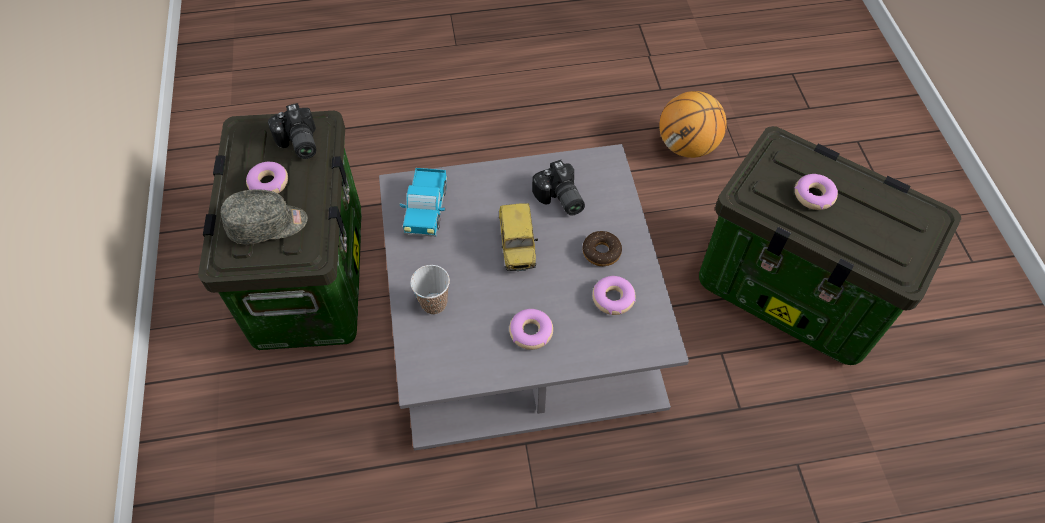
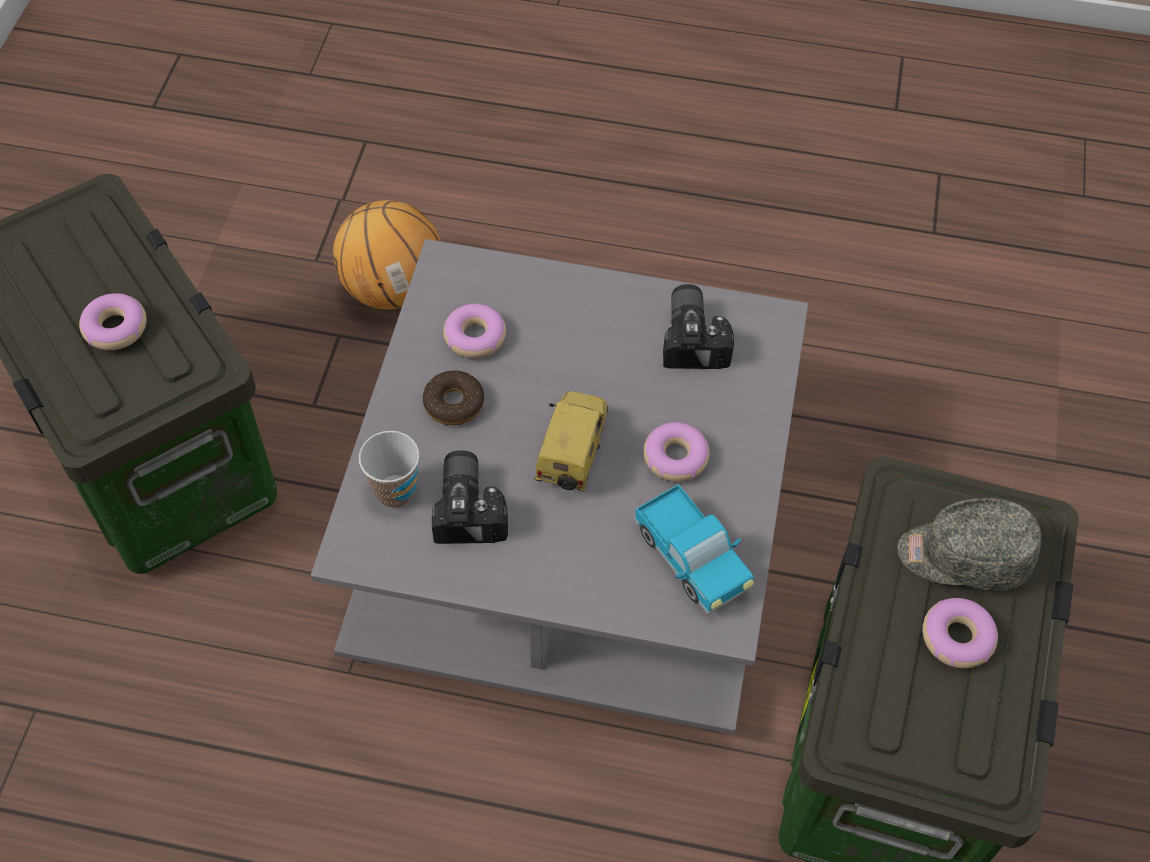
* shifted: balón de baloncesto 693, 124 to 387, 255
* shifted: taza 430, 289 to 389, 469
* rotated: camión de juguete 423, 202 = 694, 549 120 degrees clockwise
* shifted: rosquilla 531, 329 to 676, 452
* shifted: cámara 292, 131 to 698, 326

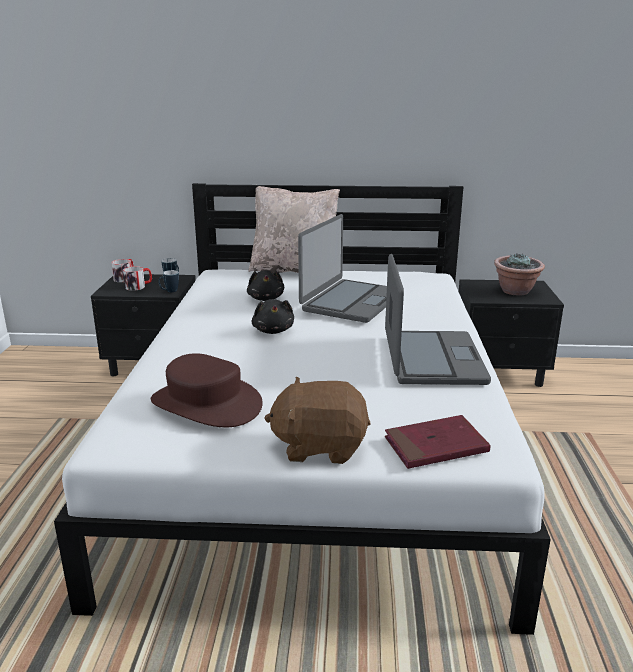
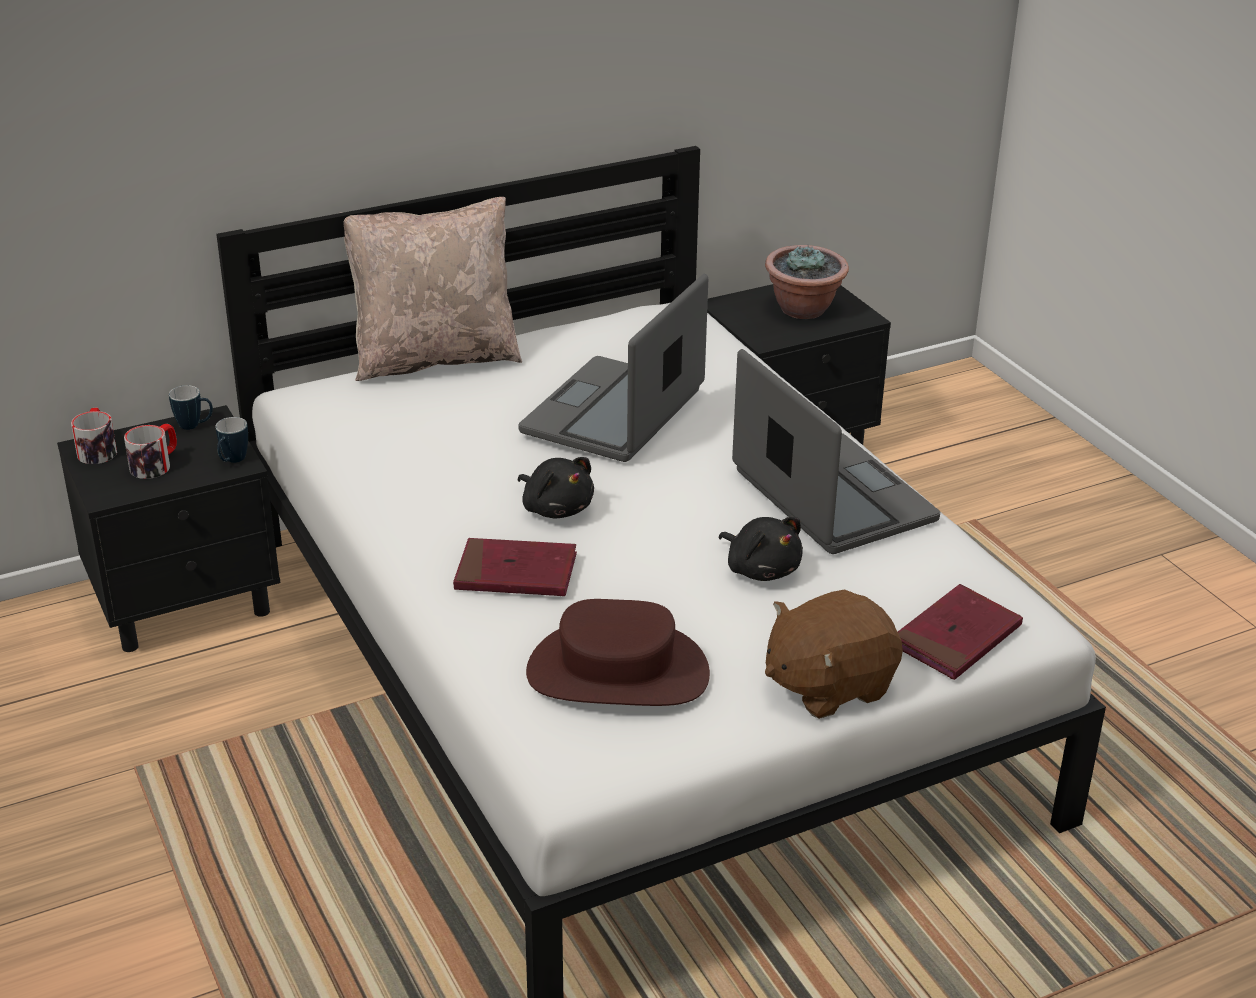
* new: libro [rojo] 515, 567
* rotated: portátil 342, 268 = 613, 368 150 degrees counterclockwise
* shifted: peluche [negro] 265, 285 to 761, 549

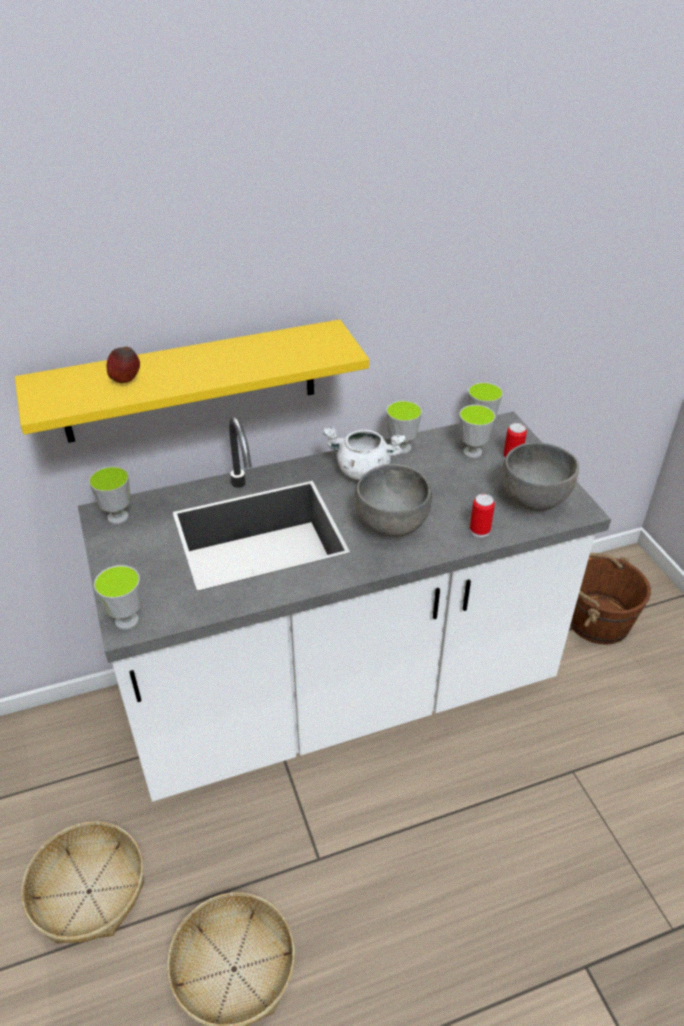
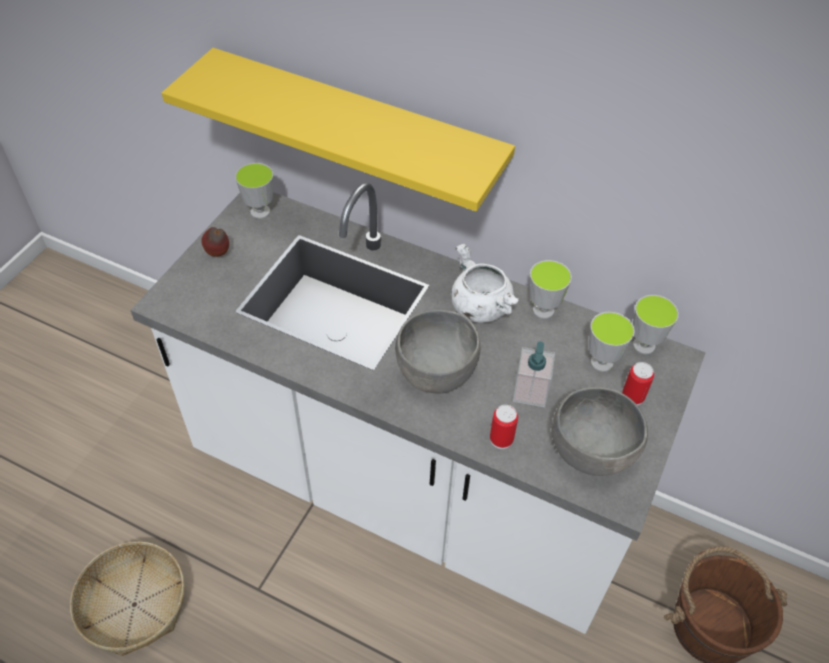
* shifted: manzana 123, 365 to 215, 242
* new: dispensador de jabón 534, 374
* gone: cesta 82, 883
* gone: taza 117, 597

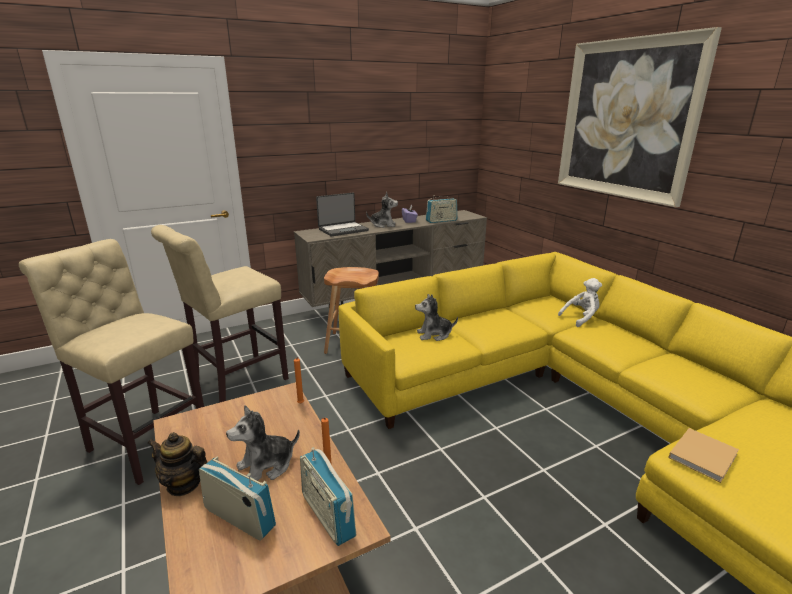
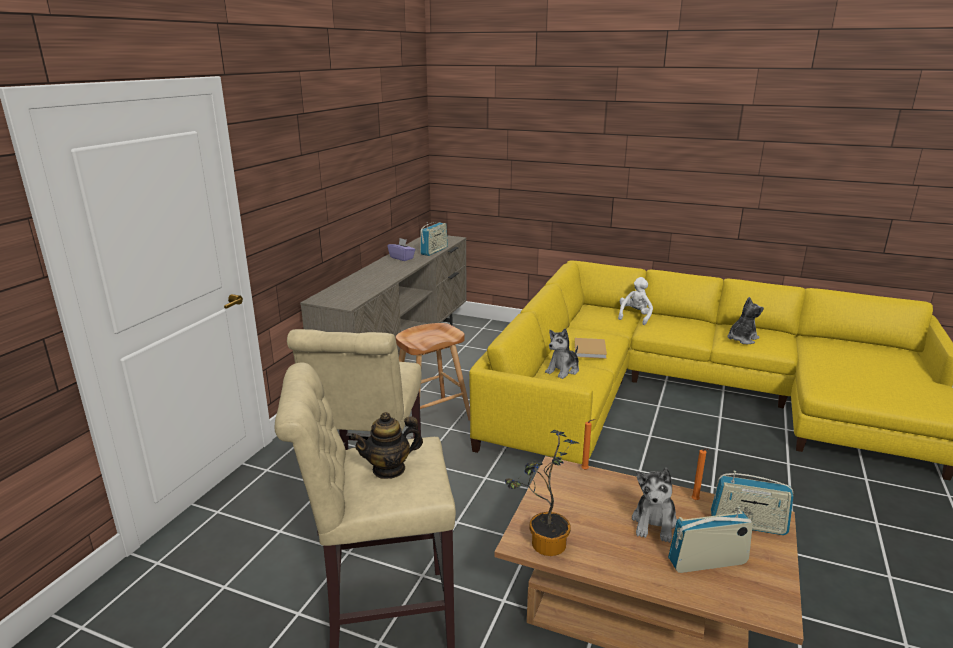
* shifted: tetera 178, 464 to 387, 445
* new: planta en maceta 542, 493
* shifted: libro [beis] 703, 455 to 591, 348
* shifted: peluche 382, 210 to 746, 320
* gone: portátil 342, 214
* gone: cuadro 640, 117

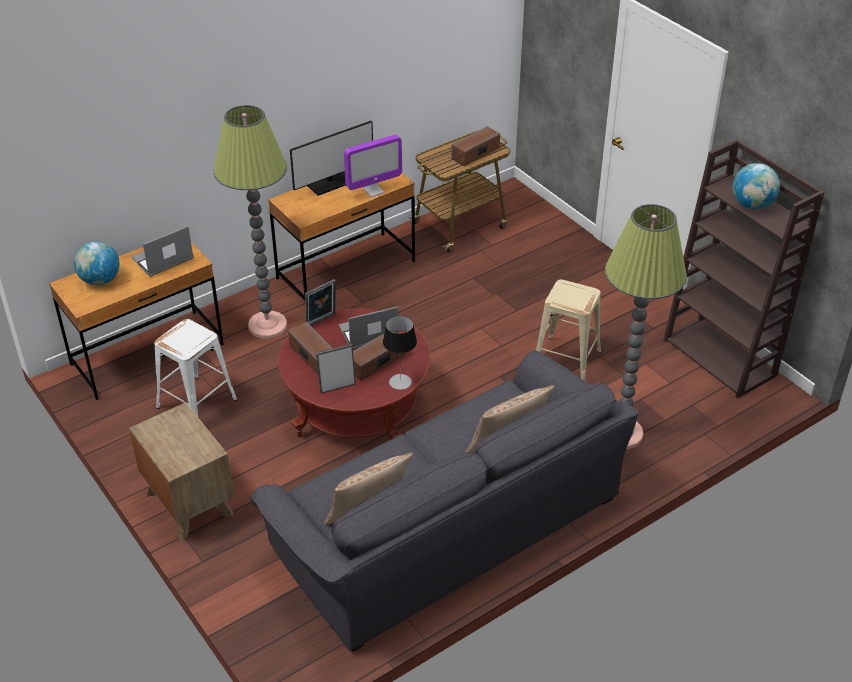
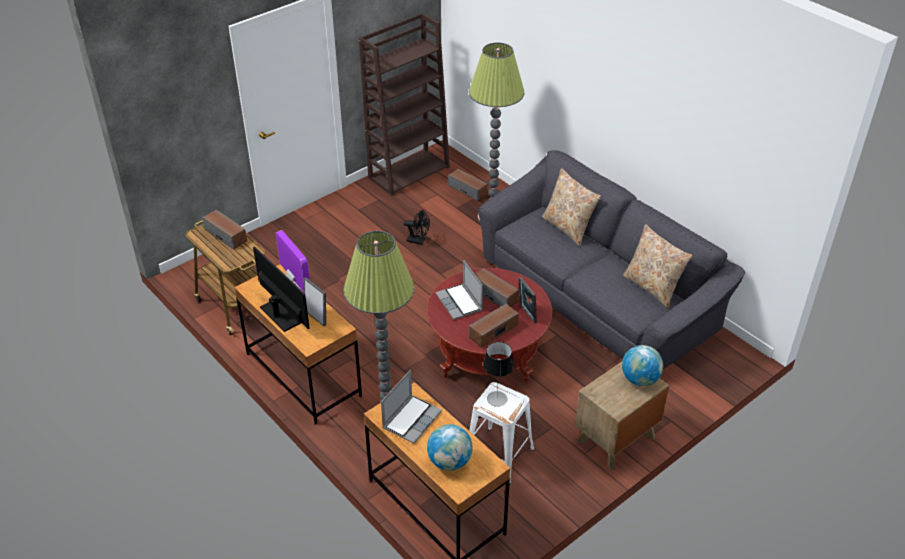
* shifted: portarretratos 320, 302 to 315, 301
* rotated: portátil 162, 251 = 411, 407 105 degrees counterclockwise
* swapped: taburete [beis] 568, 330 to ventilador [negro] 417, 227
* new: altavoz 468, 185
* shifted: lámpara de mesa 400, 353 to 498, 374
* shifted: globo terráqueo 756, 186 to 642, 365

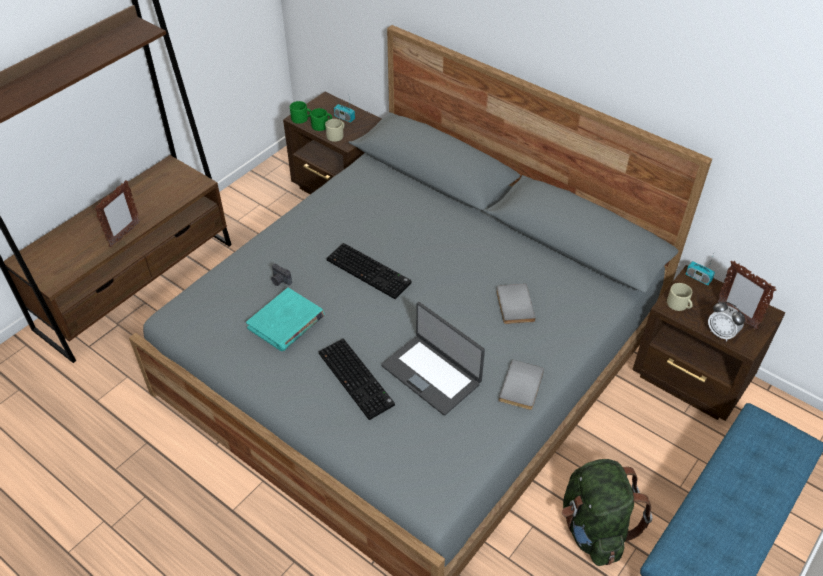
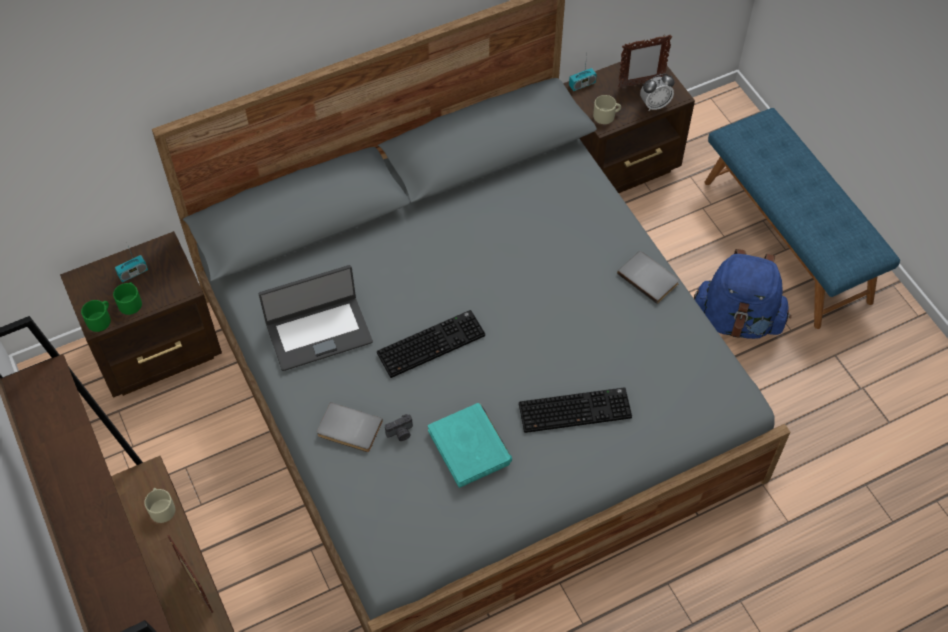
* shifted: taza grande [beis] 334, 130 to 159, 505
* shifted: portátil 433, 359 to 316, 318
* shifted: libro [gris] 516, 304 to 350, 427
* repainted: mochila [verde] 607, 512 to mochila [azul] 742, 294

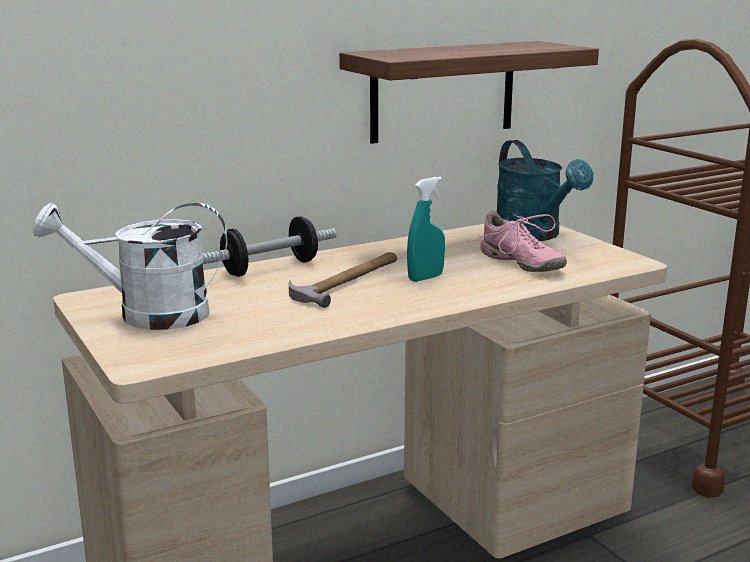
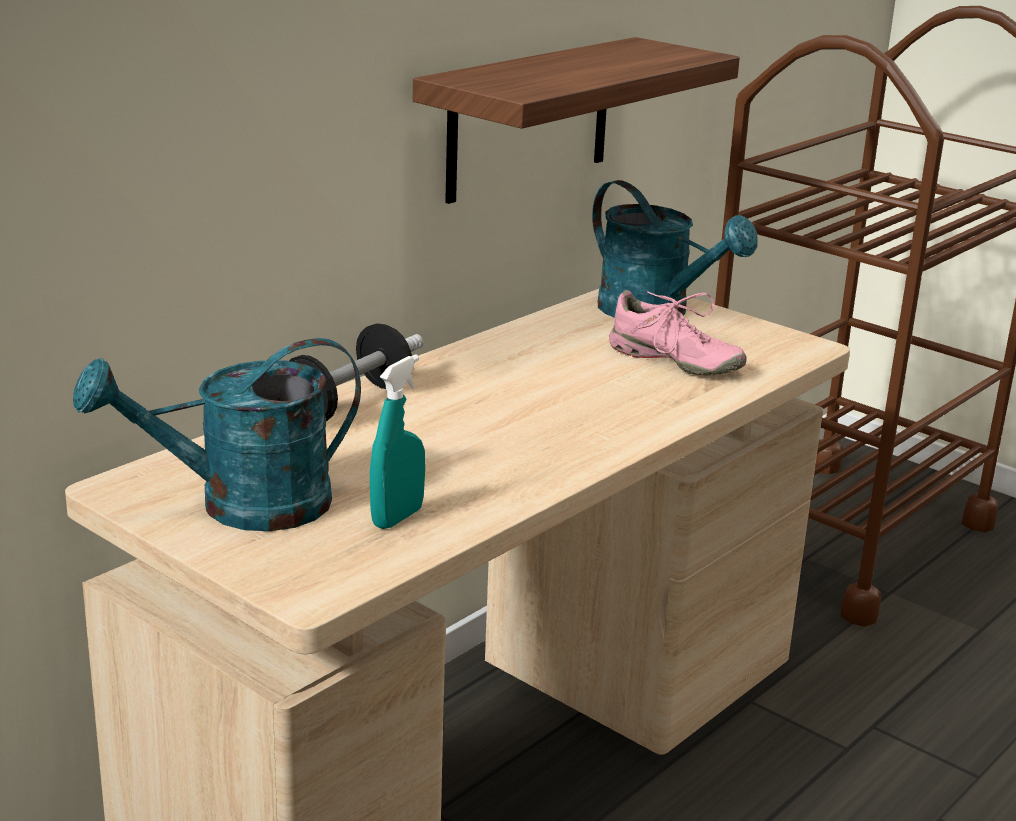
* repainted: regadera [blanco] 130, 266 to regadera [turquesa] 217, 434
* shifted: pulverizador [turquesa] 426, 229 to 397, 441
* gone: martillo 343, 280

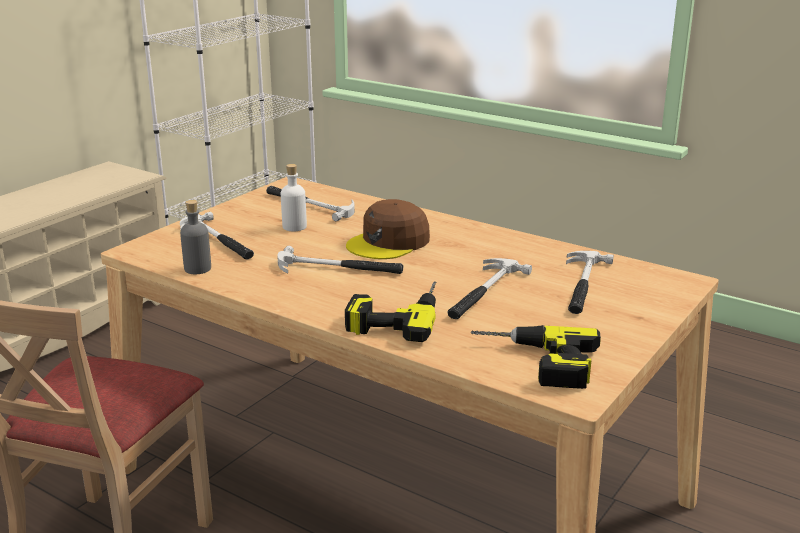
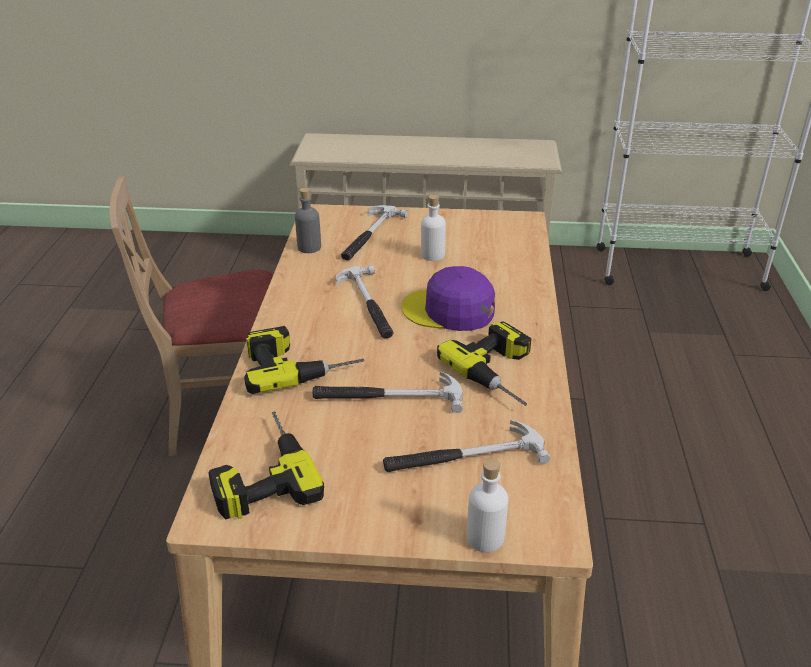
* repainted: gorra [marrón] 388, 229 to gorra [morado] 448, 298
* new: taladro 484, 363
* new: botella [blanco] 487, 505
* gone: martillo 310, 203

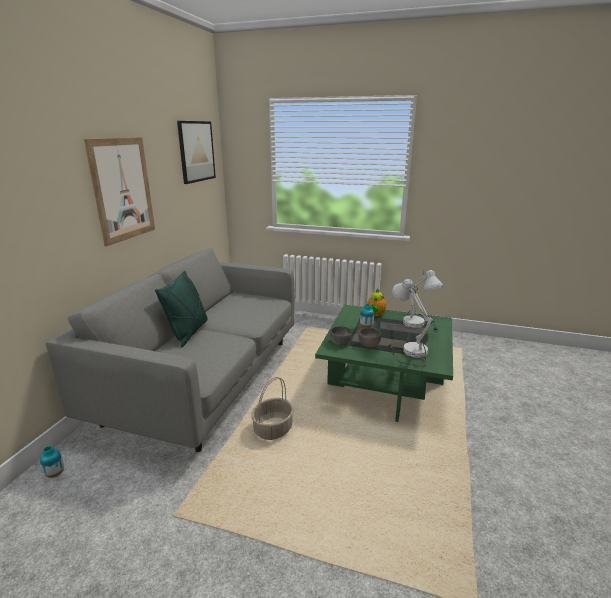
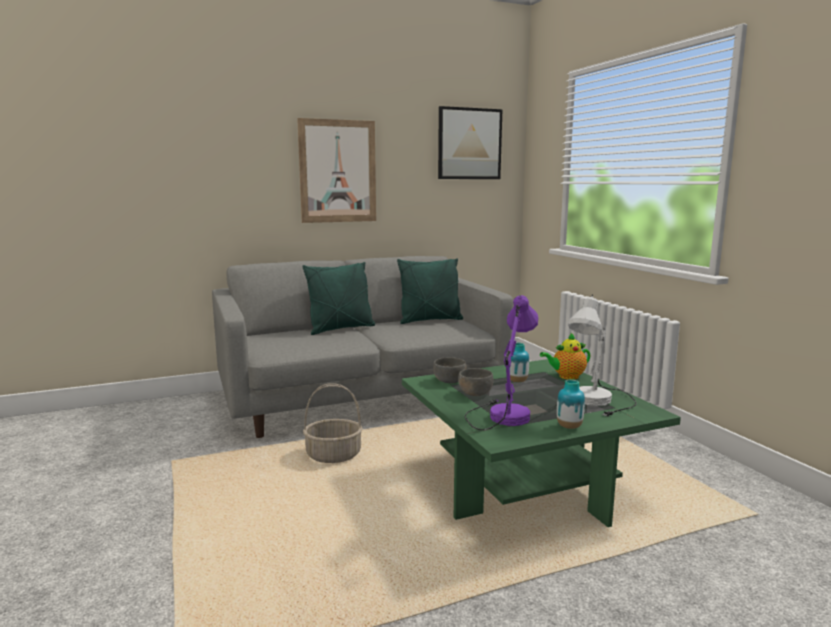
* new: cojín [verde] 430, 291
* repainted: lámpara de mesa [blanco] 411, 322 to lámpara de mesa [morado] 501, 362
* shifted: florero 52, 462 to 571, 404

